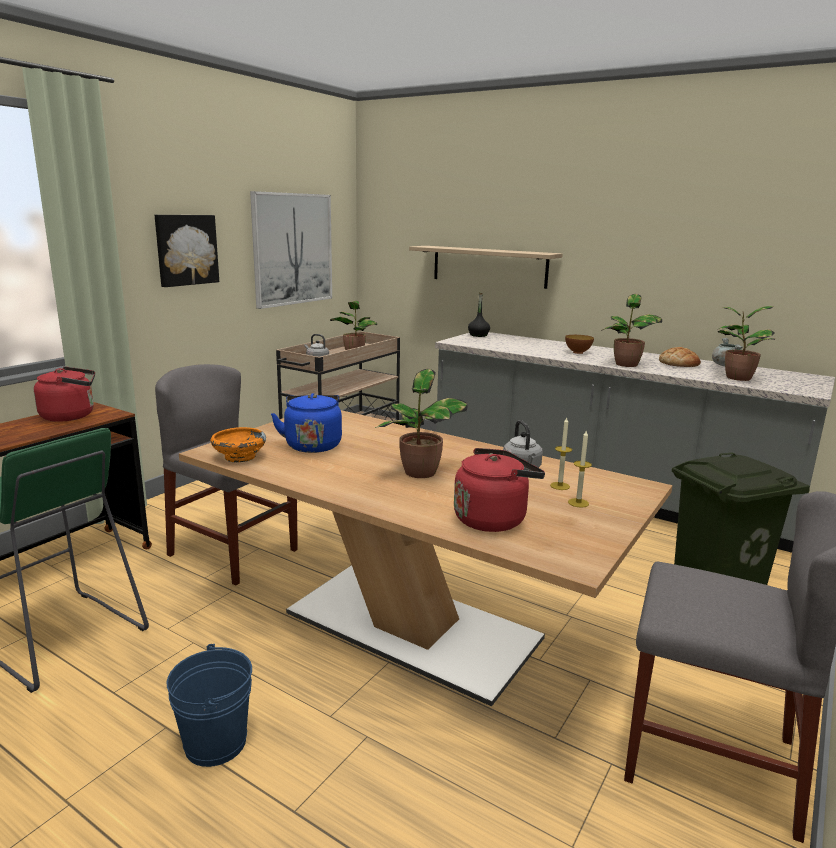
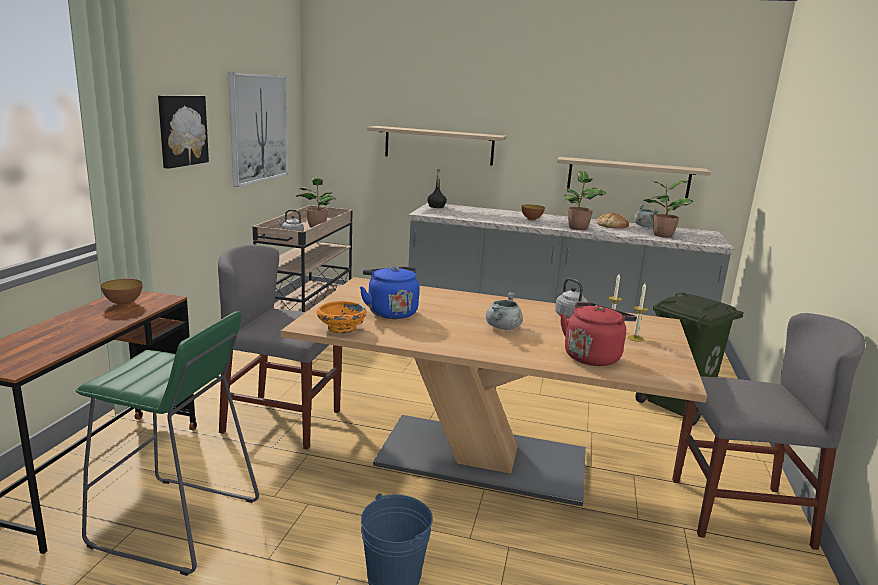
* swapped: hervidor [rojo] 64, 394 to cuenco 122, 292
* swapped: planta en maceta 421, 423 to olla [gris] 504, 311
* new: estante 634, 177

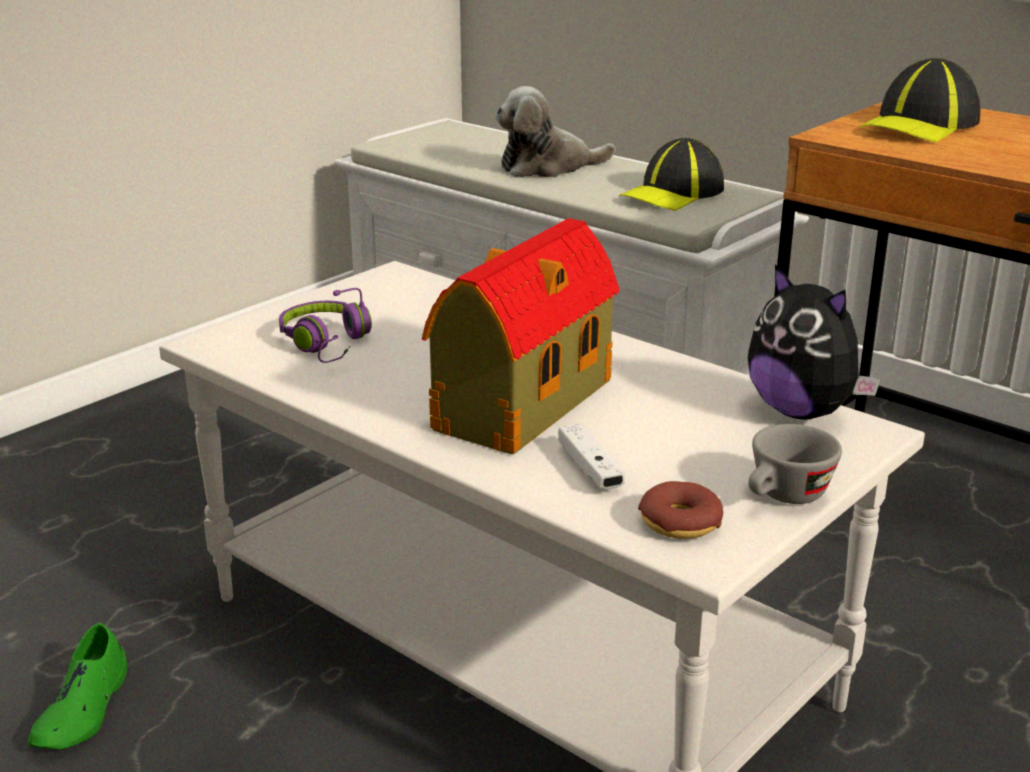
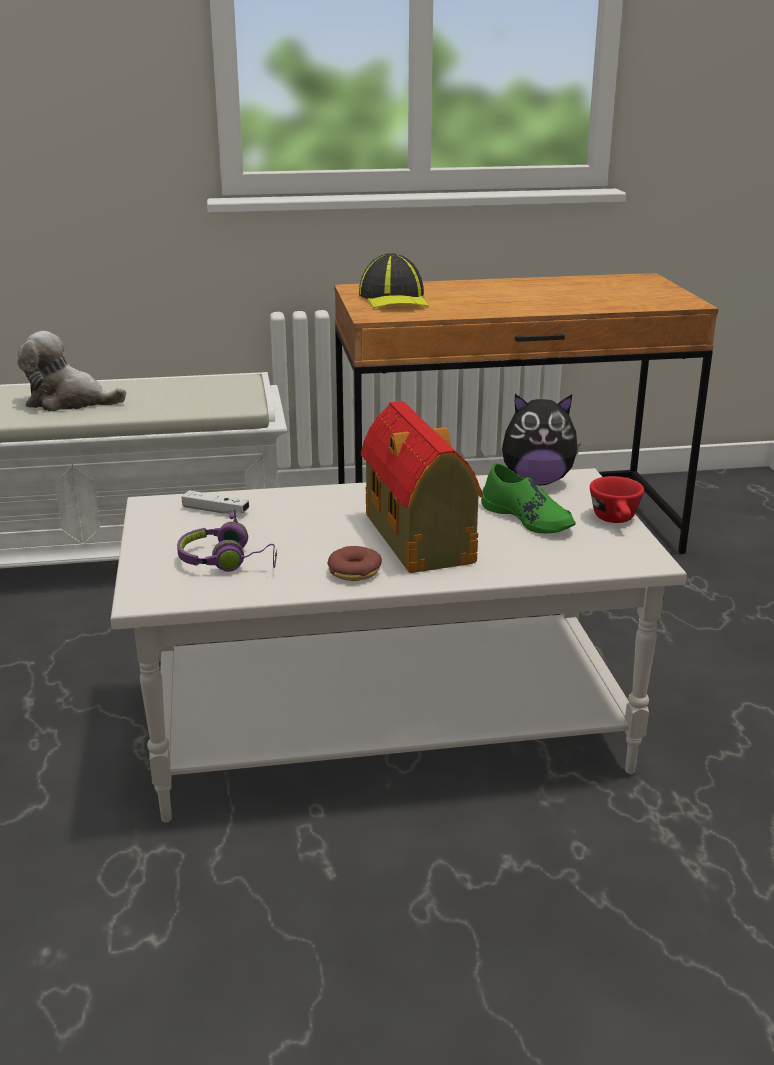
* rotated: peluche 555, 131 = 71, 371 75 degrees clockwise
* shifted: mando de consola [blanco] 592, 456 to 215, 502
* shifted: rosquilla 680, 510 to 355, 563
* shifted: zapato [verde] 77, 686 to 528, 498
* repainted: taza [gris] 795, 464 to taza [rojo] 617, 499
* gone: gorra 671, 174

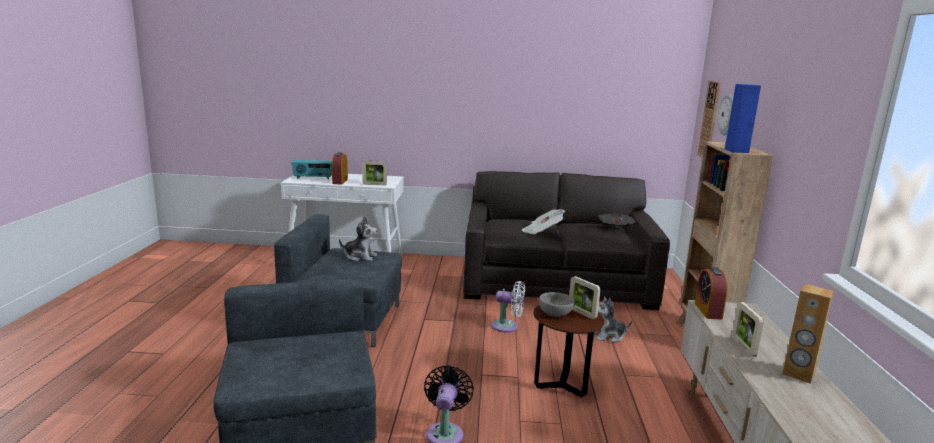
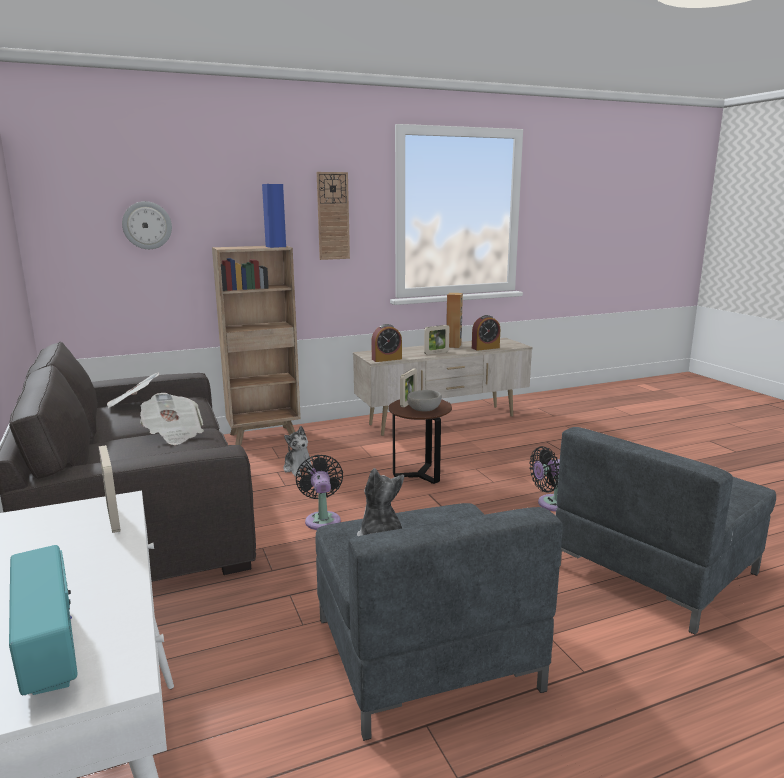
* repainted: ventilador [blanco] 508, 307 to ventilador [negro] 319, 492
* shifted: reloj de pared 709, 119 to 333, 216
* shifted: despertador 340, 168 to 486, 333

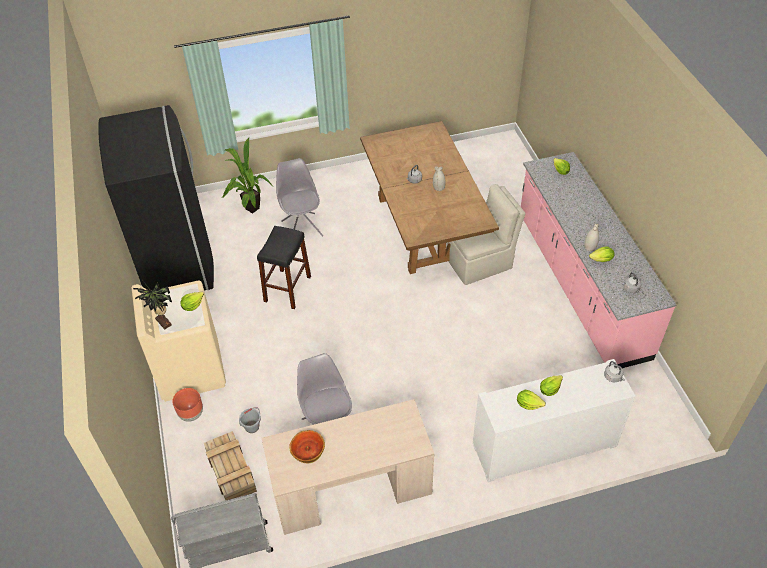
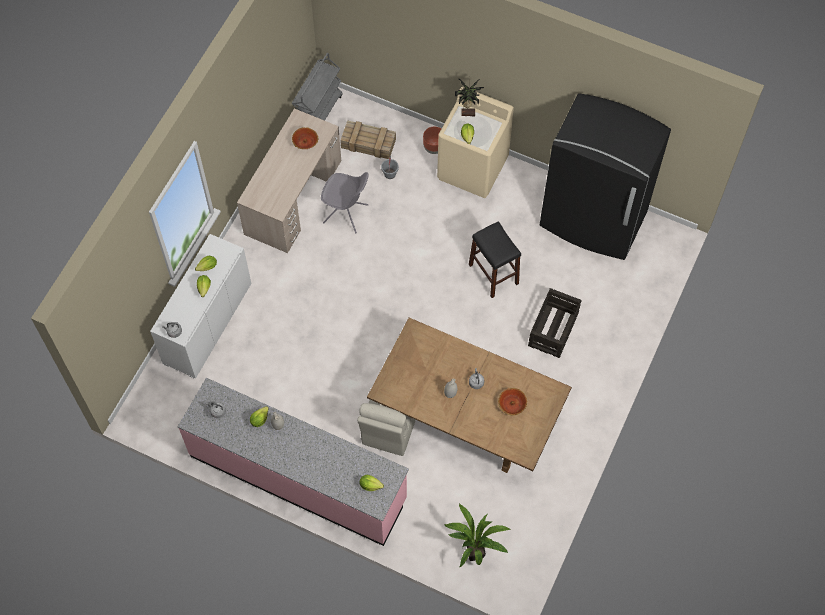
* shifted: planta en maceta 247, 175 to 477, 535
* new: cuenco 512, 401
* swapped: silla [gris] 300, 197 to caja de embalaje 555, 323

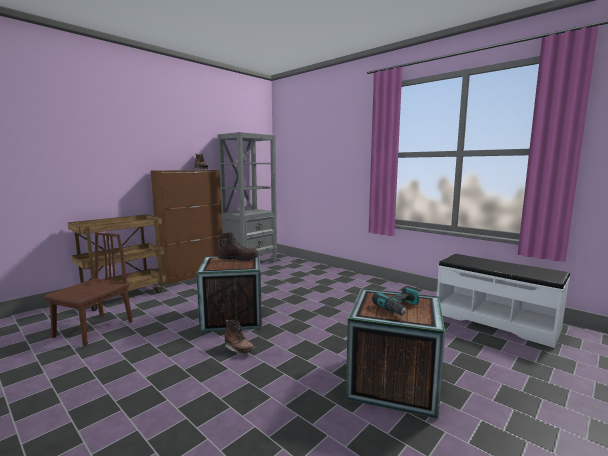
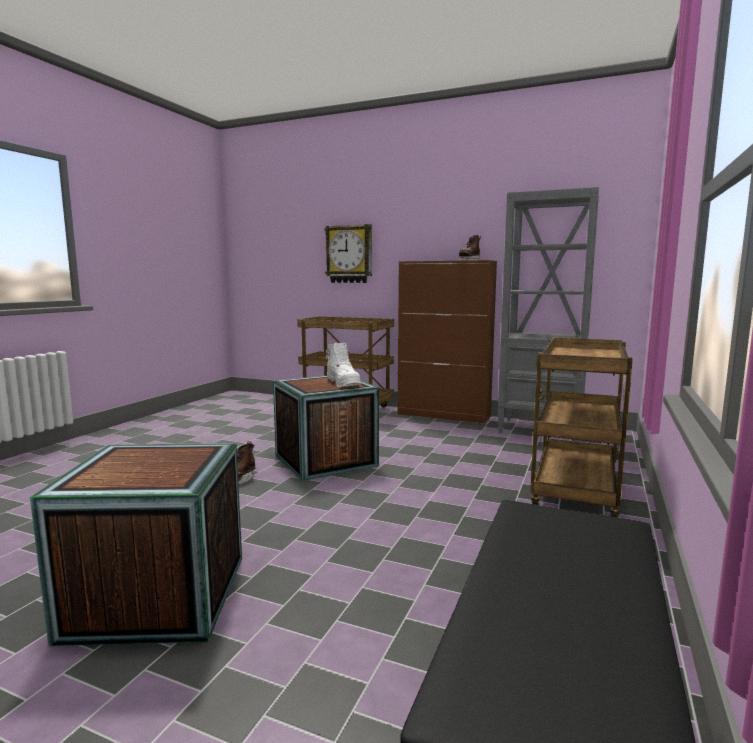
* new: reloj de pared 348, 253
* repainted: bota [marrón] 238, 246 to bota [blanco] 343, 364
* new: carrito [marrón] 581, 427
* gone: silla [marrón] 88, 289
* gone: taladro 395, 301

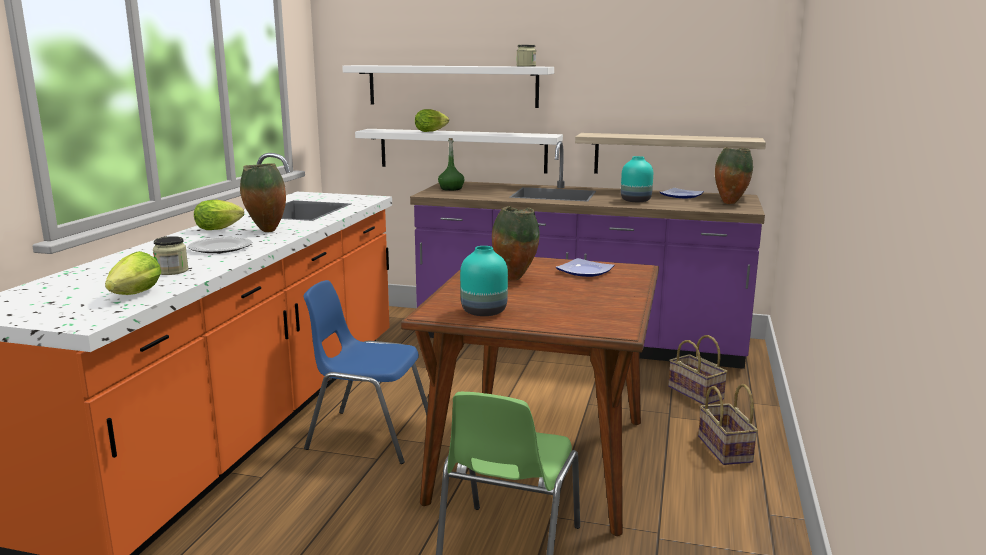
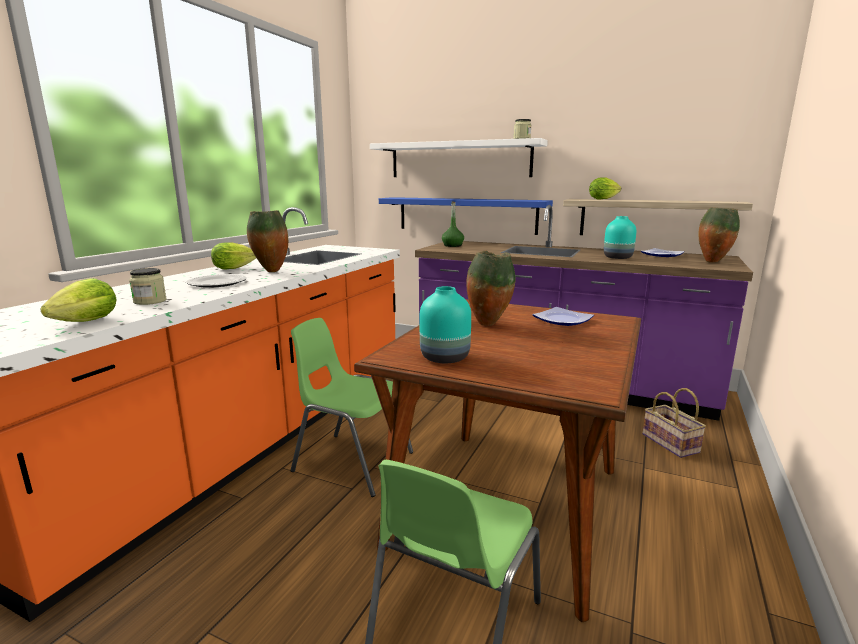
* repainted: silla [azul] 365, 372 to silla [verde] 352, 407
* repainted: estante [blanco] 459, 151 to estante [azul] 466, 216
* shifted: lechuga 432, 120 to 605, 188
* gone: cesta 728, 424

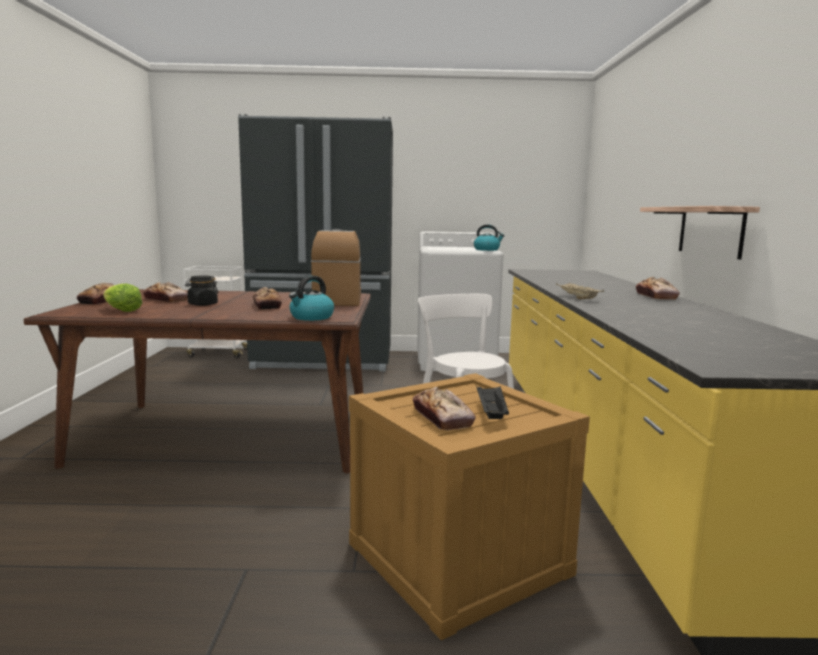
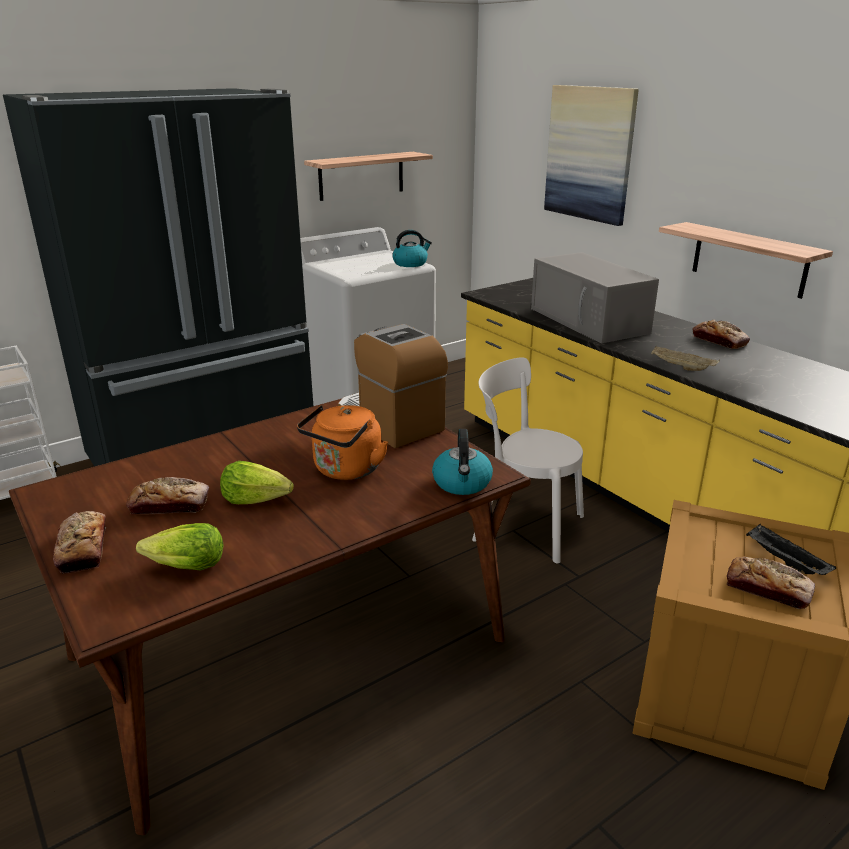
* swapped: tarro [negro] 202, 290 to lechuga 257, 482
* swapped: pan 267, 298 to hervidor [naranja] 342, 442
* new: estante 368, 176
* new: microondas [gris] 595, 297
* new: cuadro 591, 155

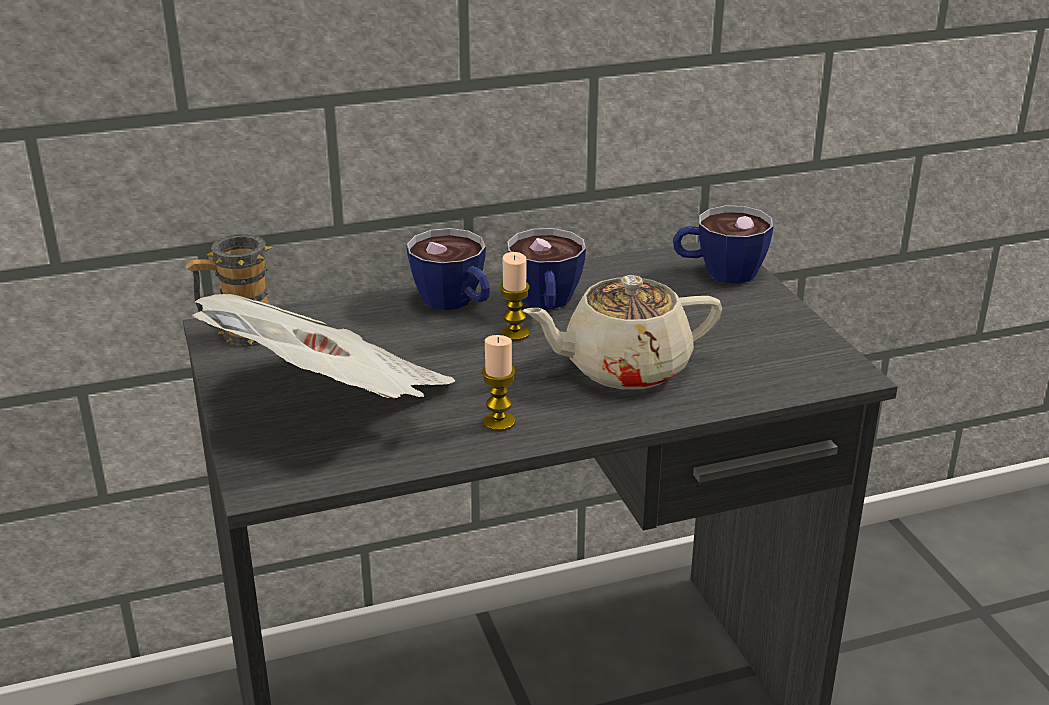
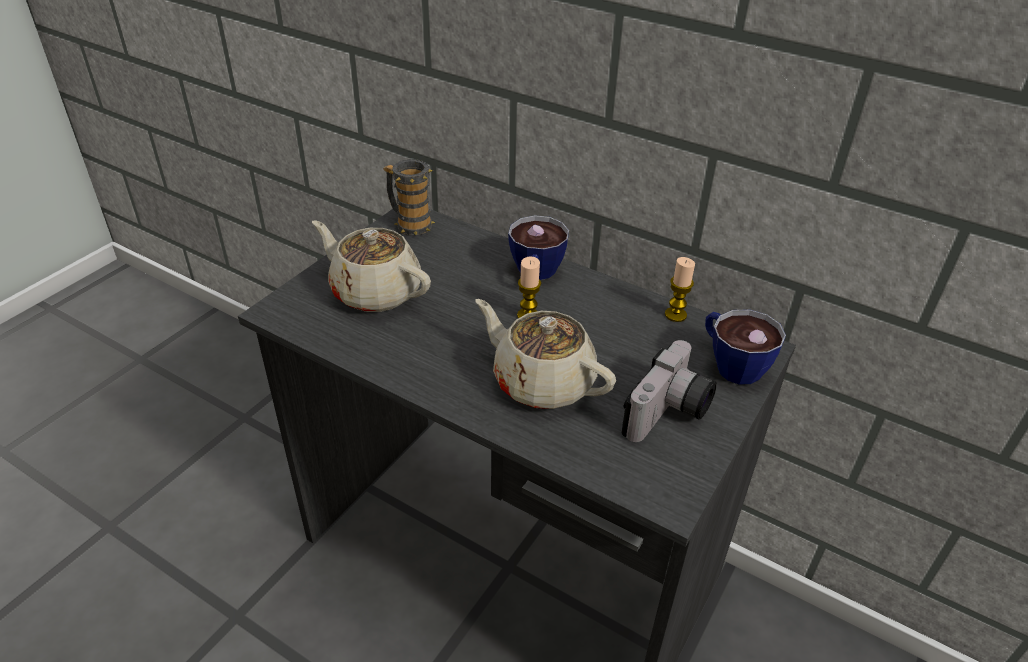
* swapped: periódico 323, 346 to tetera [beis] 371, 266
* new: cámara 669, 391
* shifted: vela 498, 383 to 680, 289
* gone: taza 546, 269

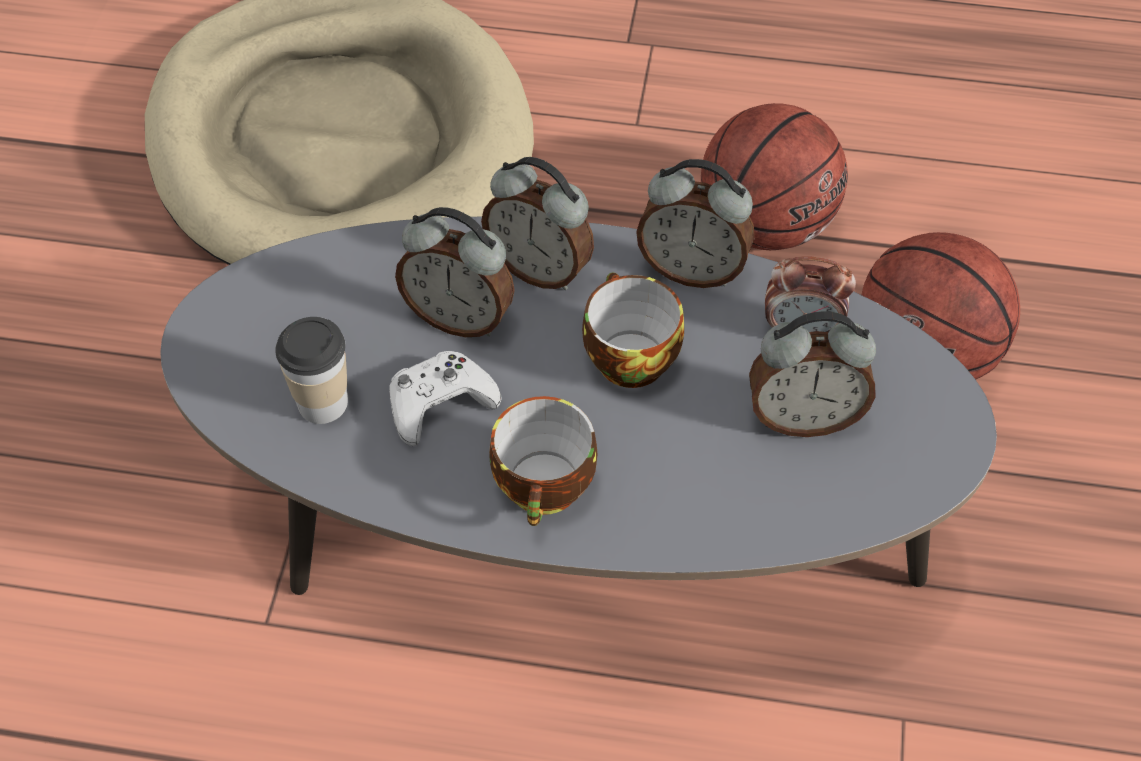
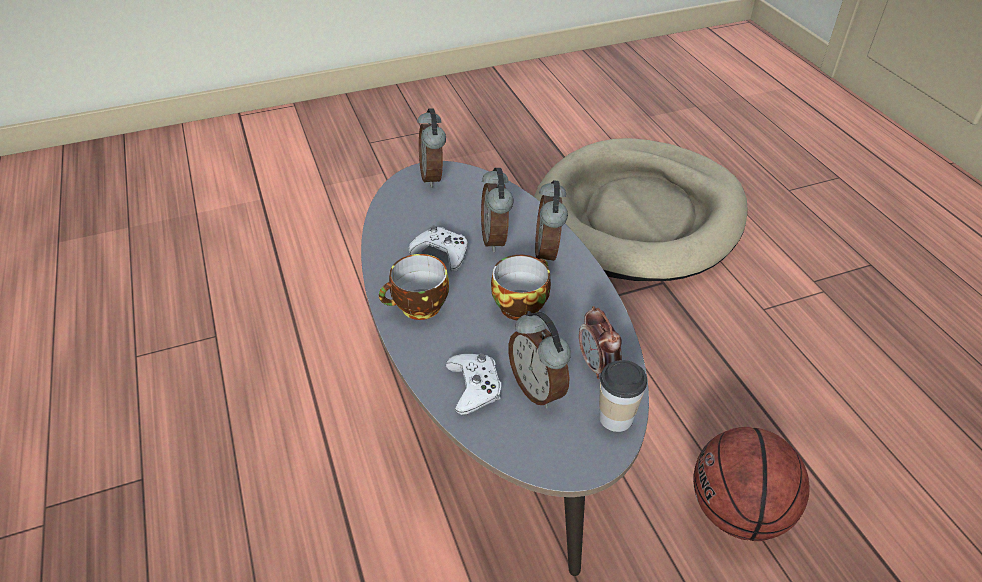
* shifted: despertador 695, 223 to 431, 148
* new: mando de consola [blanco] 473, 384
* shifted: taza 311, 370 to 623, 396
* gone: balón de baloncesto 774, 176

